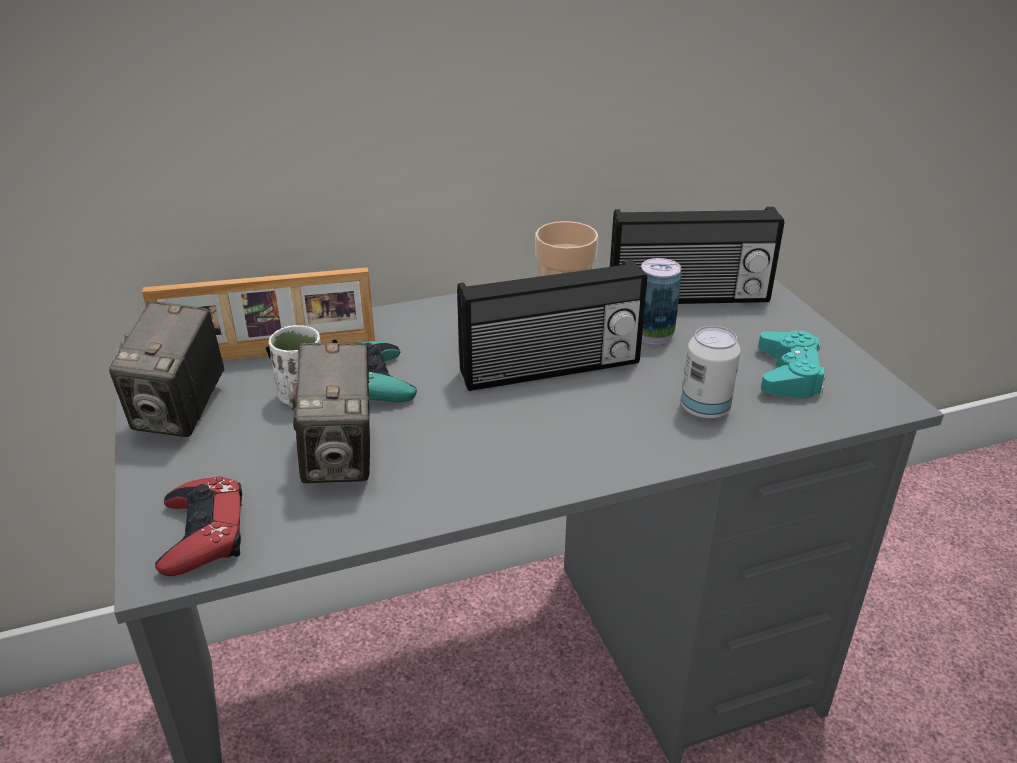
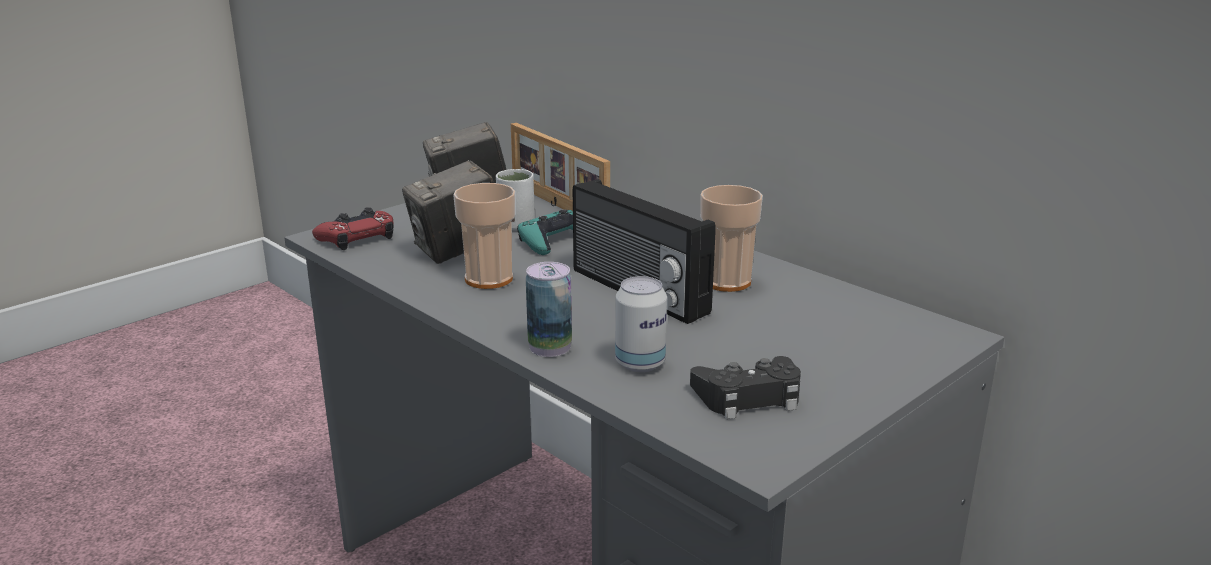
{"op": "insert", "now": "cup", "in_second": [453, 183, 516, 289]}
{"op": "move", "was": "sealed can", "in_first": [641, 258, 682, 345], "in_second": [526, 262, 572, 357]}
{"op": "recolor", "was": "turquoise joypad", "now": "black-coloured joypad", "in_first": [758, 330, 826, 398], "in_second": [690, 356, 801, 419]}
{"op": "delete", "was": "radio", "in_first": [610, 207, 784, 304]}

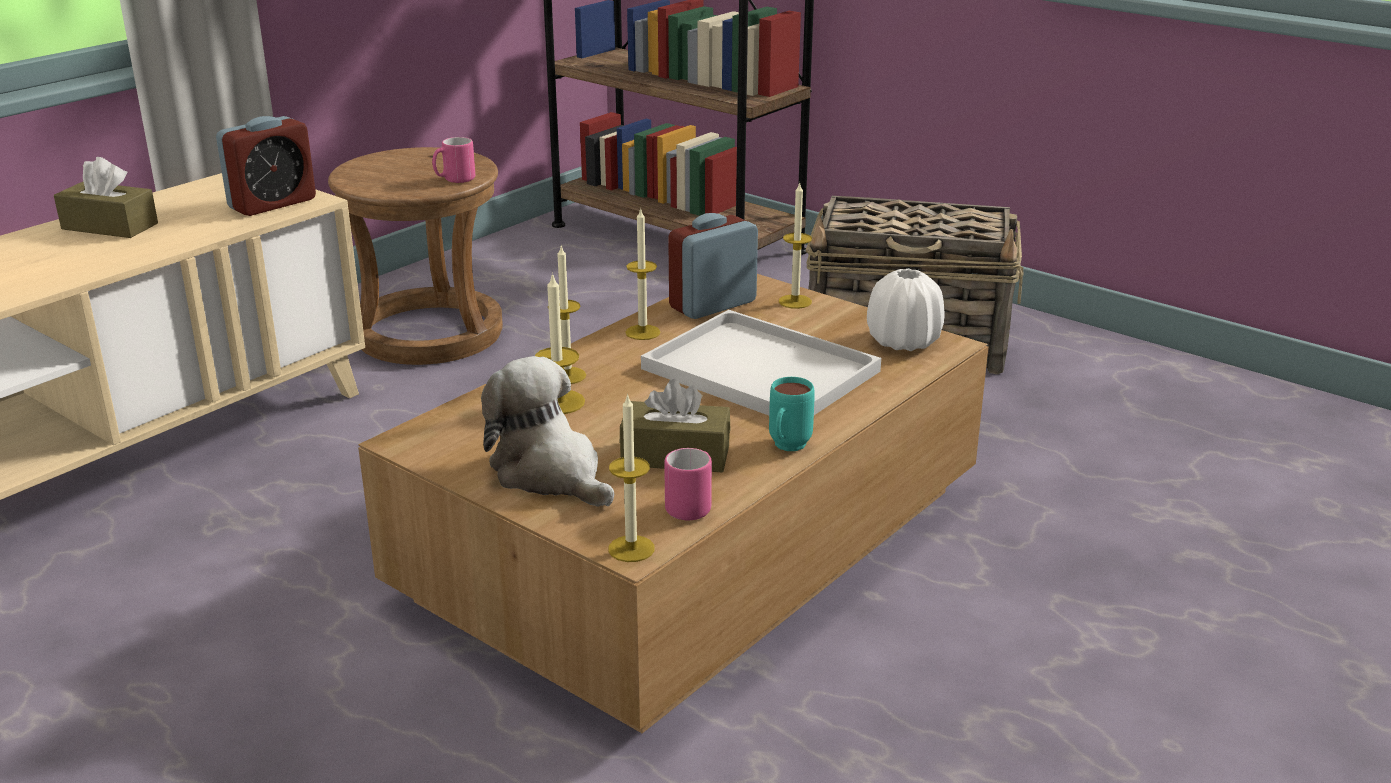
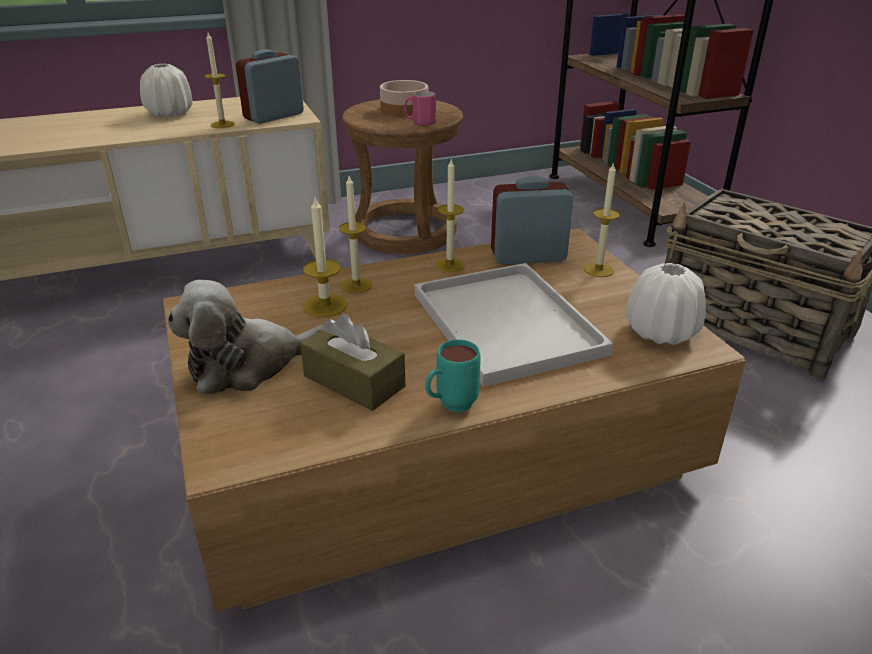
{"op": "replace", "was": "brown-coloured box of tissues", "now": "white decorative vase", "in_first": [54, 157, 158, 238], "in_second": [140, 64, 192, 117]}
{"op": "rotate", "was": "plush toy", "in_first": [481, 356, 614, 507], "in_second": [167, 280, 323, 395], "clockwise": -105}
{"op": "move", "was": "wax candle", "in_first": [608, 393, 655, 562], "in_second": [204, 33, 235, 128]}
{"op": "rotate", "was": "table clock", "in_first": [216, 116, 316, 216], "in_second": [236, 49, 304, 124], "clockwise": 150}
{"op": "insert", "now": "bowl", "in_second": [380, 80, 428, 116]}
{"op": "delete", "was": "pink tea mug", "in_first": [664, 448, 712, 520]}

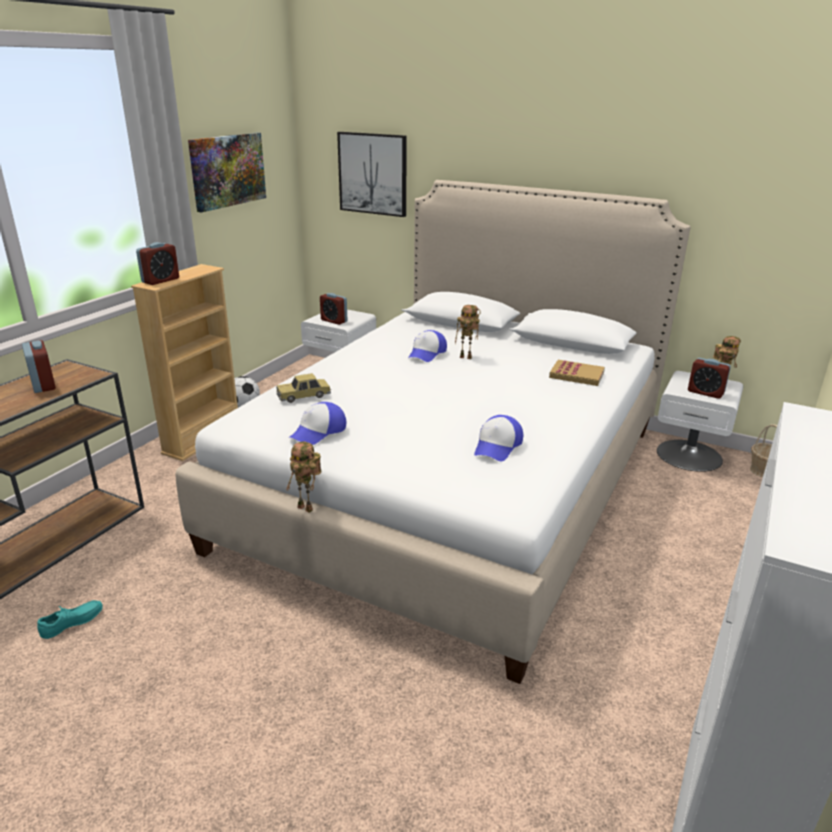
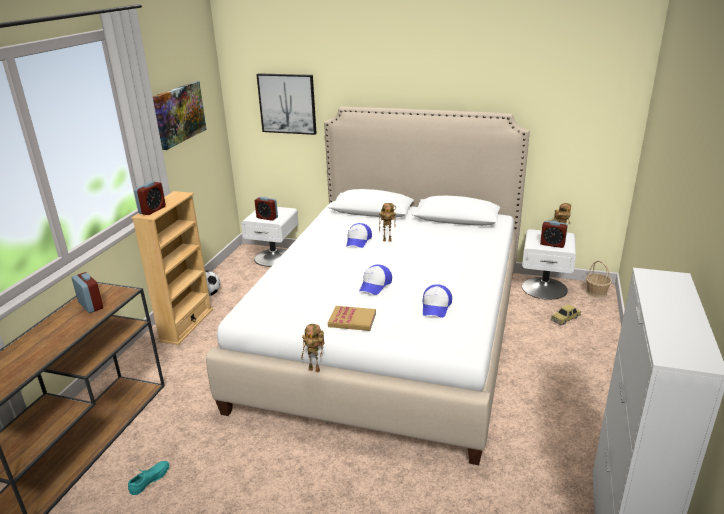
{"op": "move", "was": "bound book", "in_first": [549, 360, 605, 386], "in_second": [328, 306, 376, 331]}
{"op": "move", "was": "cap", "in_first": [290, 402, 346, 445], "in_second": [359, 265, 392, 295]}
{"op": "move", "was": "miniature car", "in_first": [276, 373, 331, 403], "in_second": [551, 304, 581, 325]}

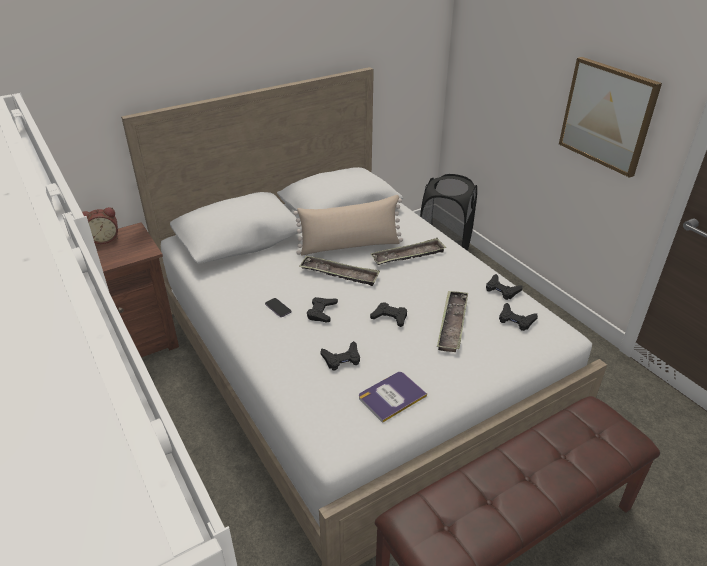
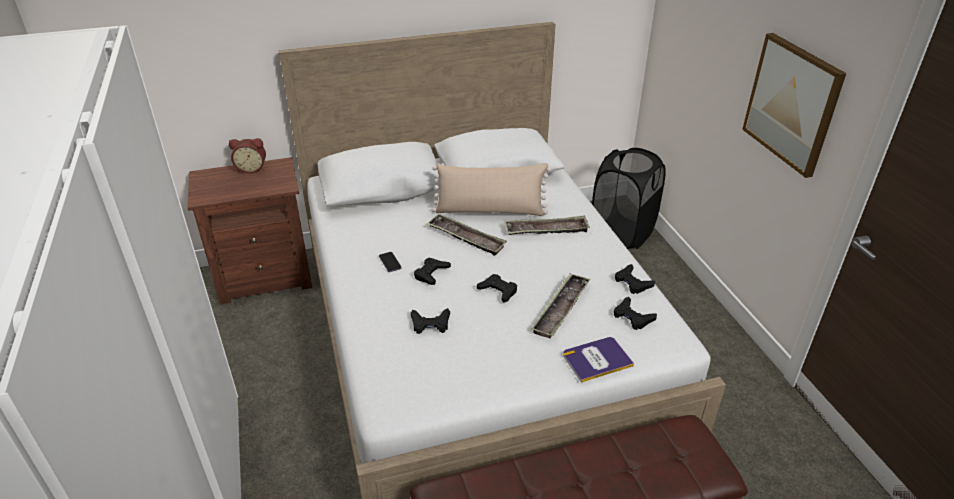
{"op": "move", "was": "bound book", "in_first": [359, 372, 427, 423], "in_second": [563, 337, 634, 383]}

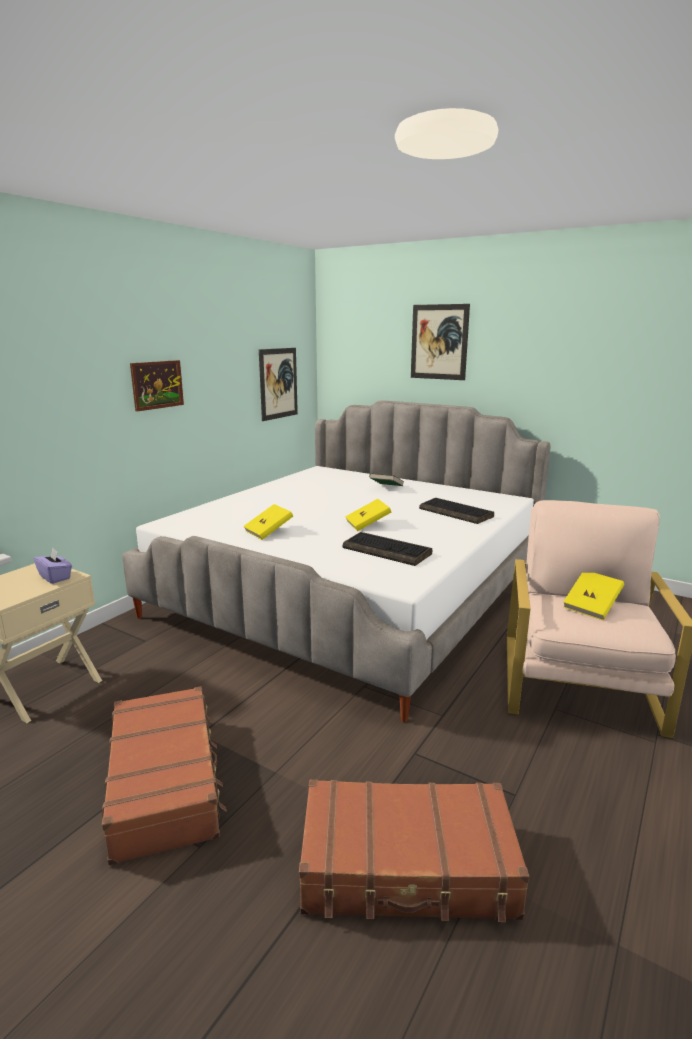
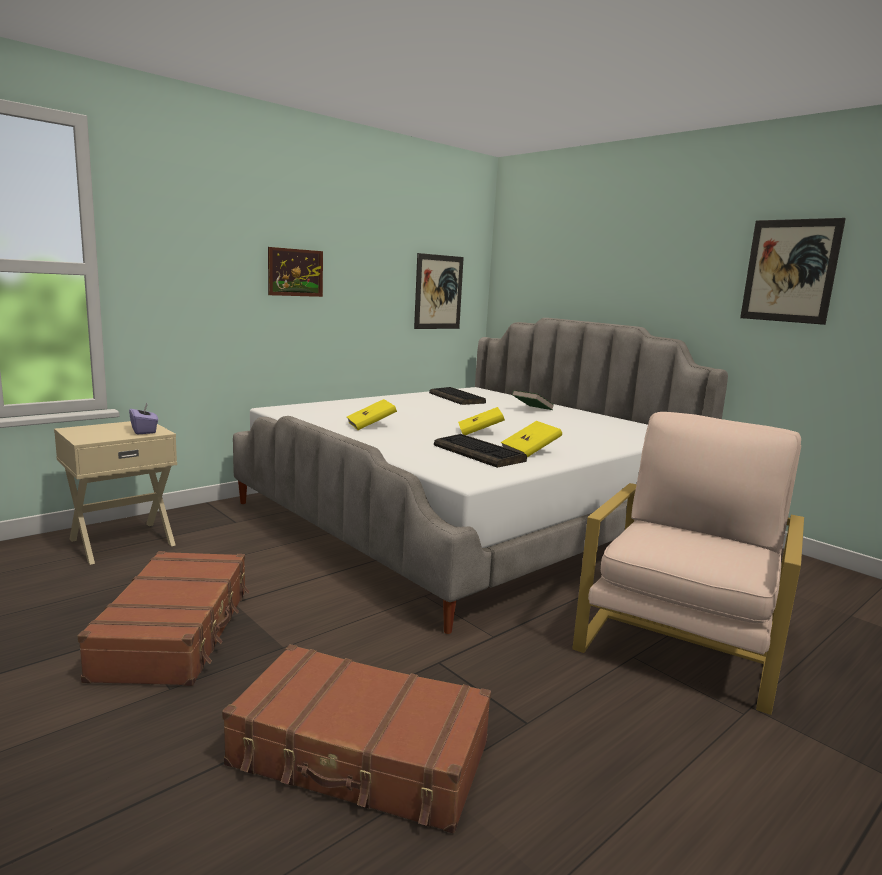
{"op": "move", "was": "keyboard", "in_first": [419, 498, 494, 524], "in_second": [429, 387, 486, 405]}
{"op": "move", "was": "yellow bound book", "in_first": [563, 573, 624, 620], "in_second": [501, 421, 562, 457]}
{"op": "move", "was": "wall art", "in_first": [411, 304, 470, 380], "in_second": [740, 218, 846, 325]}

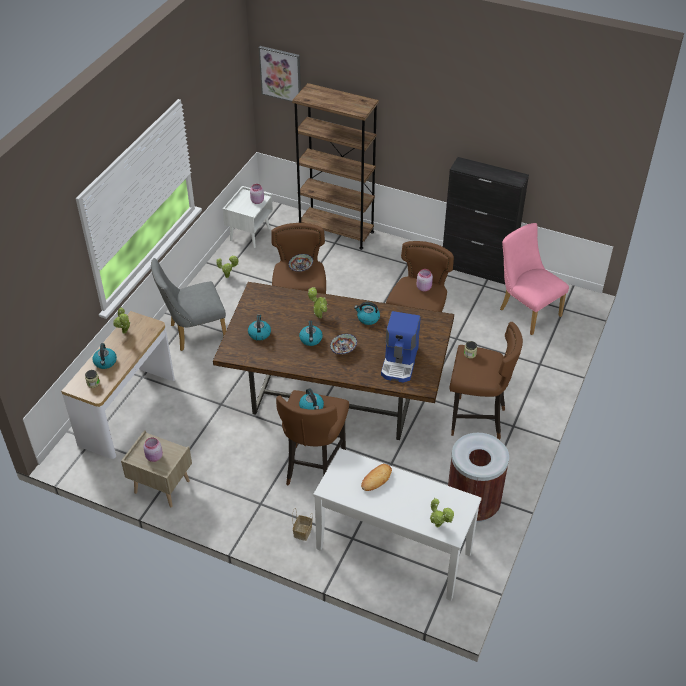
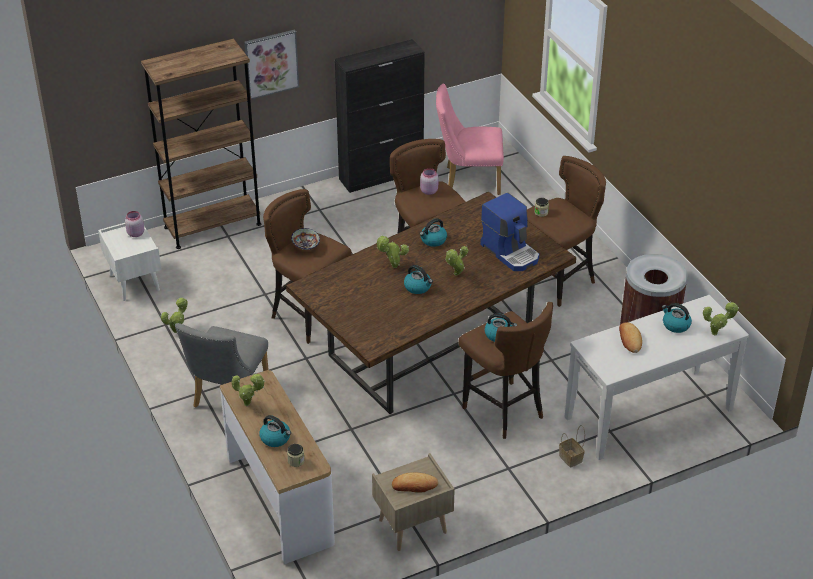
{"op": "move", "was": "wall art", "in_first": [259, 46, 301, 102], "in_second": [244, 30, 299, 99]}
{"op": "replace", "was": "pink jar", "now": "bread", "in_first": [143, 437, 163, 462], "in_second": [392, 472, 439, 493]}
{"op": "replace", "was": "bowl", "now": "potted plant", "in_first": [330, 334, 357, 354], "in_second": [446, 246, 468, 275]}
{"op": "move", "was": "kettle", "in_first": [248, 314, 271, 341], "in_second": [662, 303, 692, 333]}

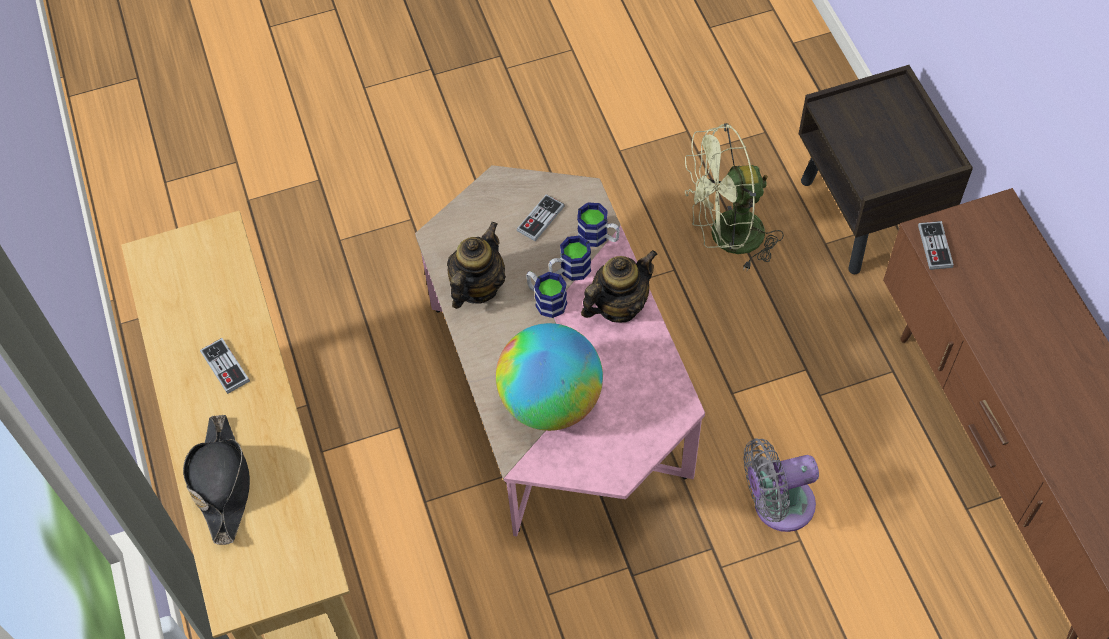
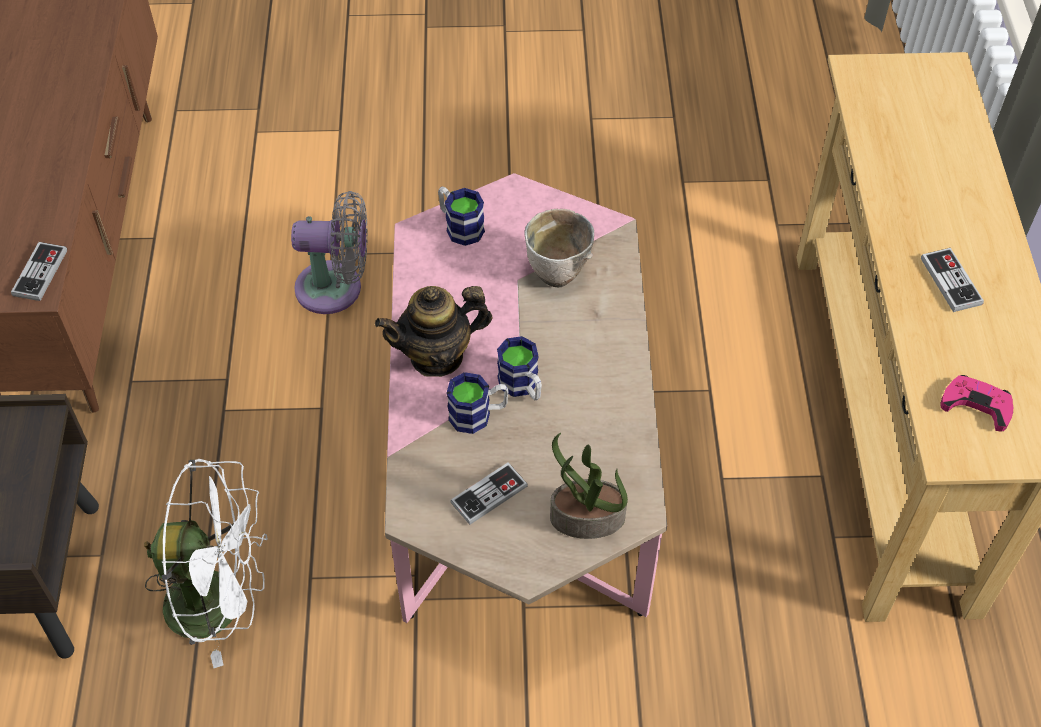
{"op": "recolor", "was": "green-coloured fan", "now": "white fan", "in_first": [685, 123, 784, 270], "in_second": [144, 459, 268, 668]}
{"op": "move", "was": "tea mug", "in_first": [577, 202, 620, 247], "in_second": [438, 186, 485, 246]}
{"op": "replace", "was": "world globe", "now": "bowl", "in_first": [496, 323, 603, 431], "in_second": [524, 209, 594, 287]}
{"op": "insert", "now": "potted plant", "in_second": [550, 433, 628, 539]}
{"op": "insert", "now": "pink joypad", "in_second": [940, 375, 1013, 432]}
{"op": "delete", "was": "black-coloured wearable hat", "in_first": [183, 415, 250, 545]}
{"op": "delete", "was": "tea pot", "in_first": [447, 222, 506, 309]}

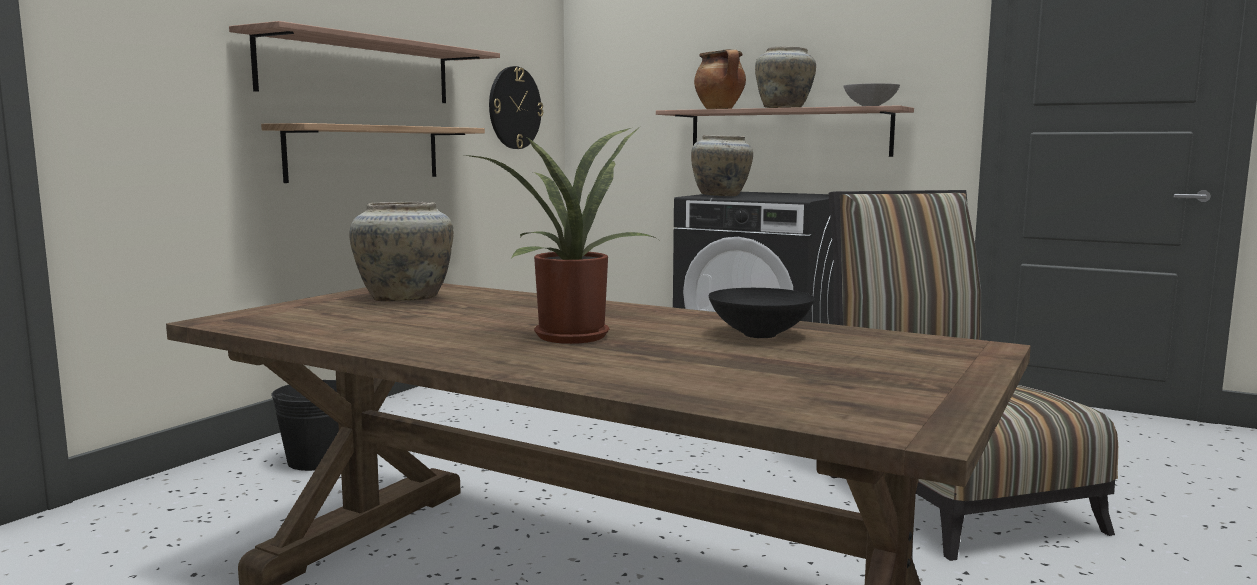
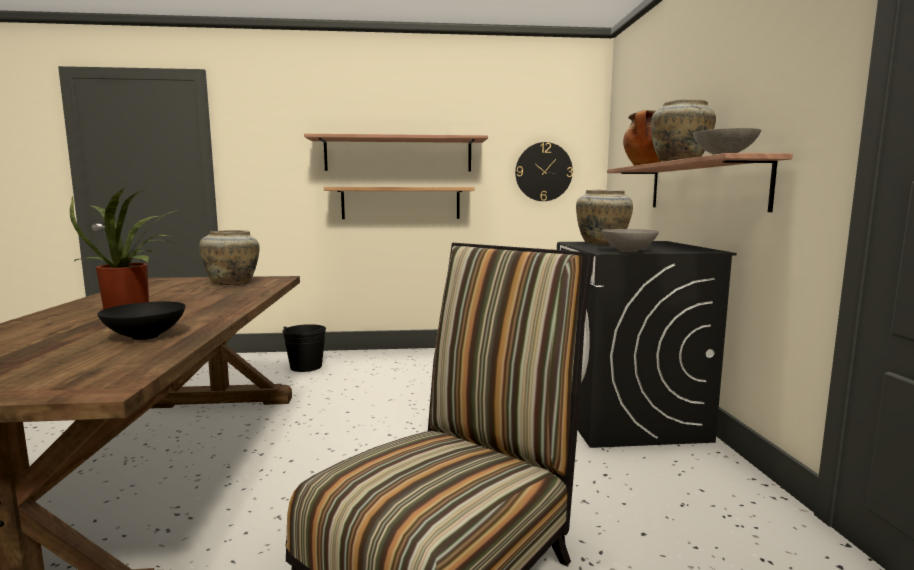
{"op": "insert", "now": "gray bowl", "in_second": [601, 229, 659, 252]}

